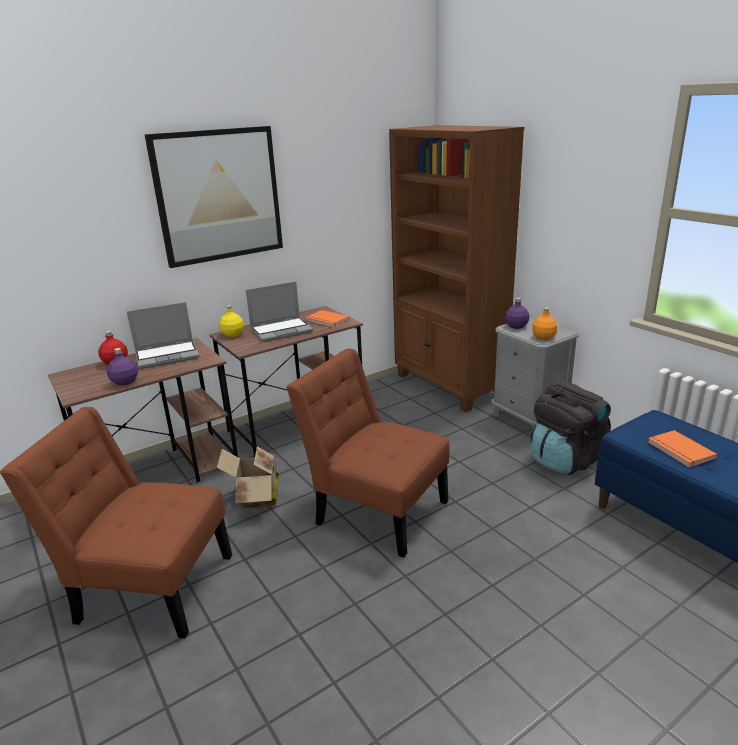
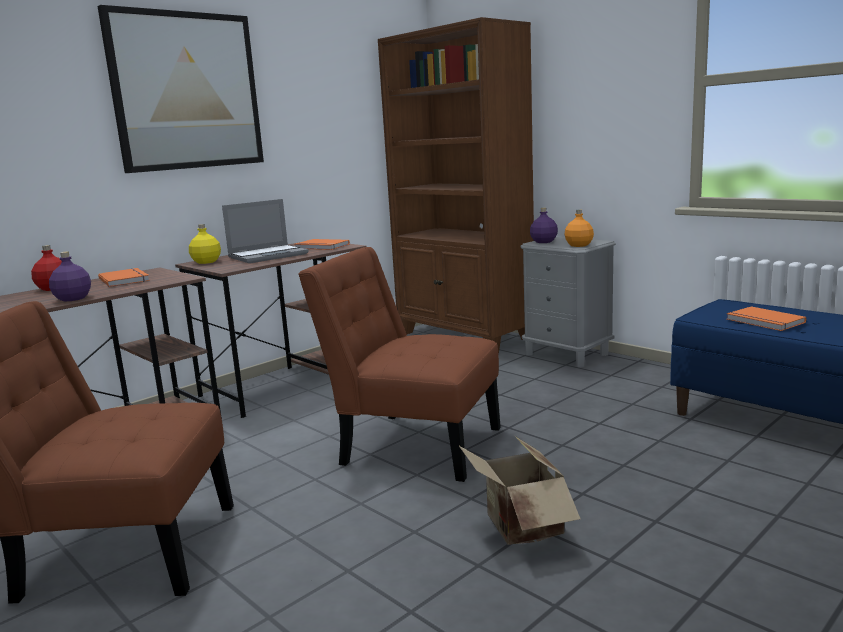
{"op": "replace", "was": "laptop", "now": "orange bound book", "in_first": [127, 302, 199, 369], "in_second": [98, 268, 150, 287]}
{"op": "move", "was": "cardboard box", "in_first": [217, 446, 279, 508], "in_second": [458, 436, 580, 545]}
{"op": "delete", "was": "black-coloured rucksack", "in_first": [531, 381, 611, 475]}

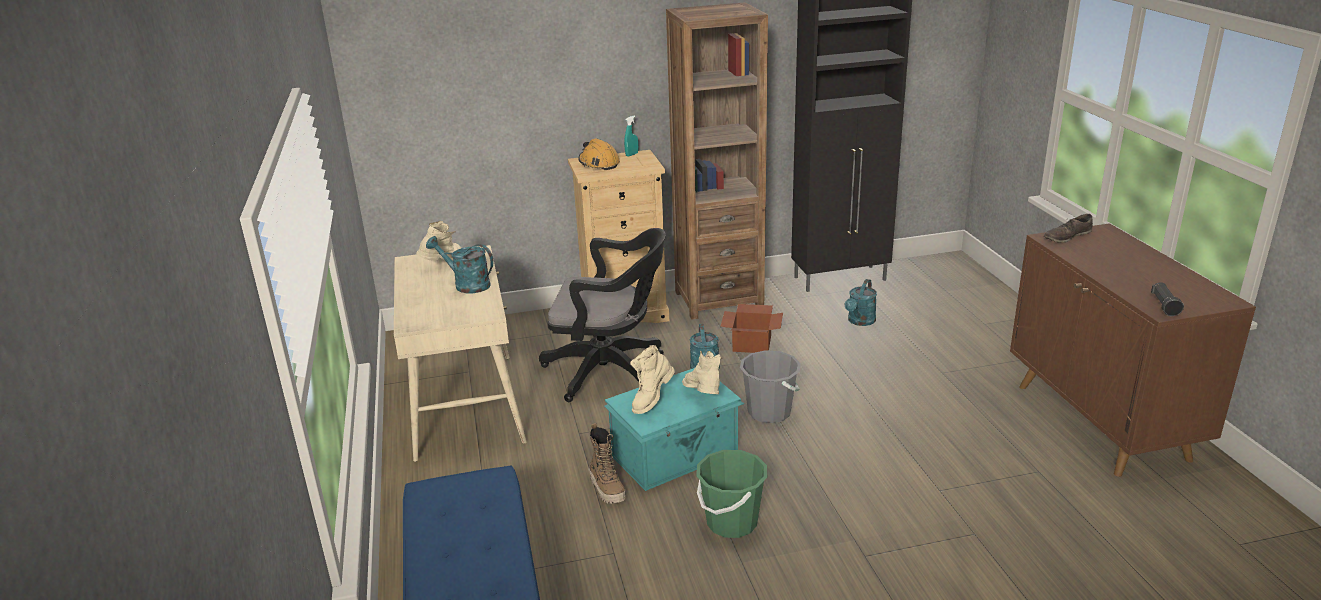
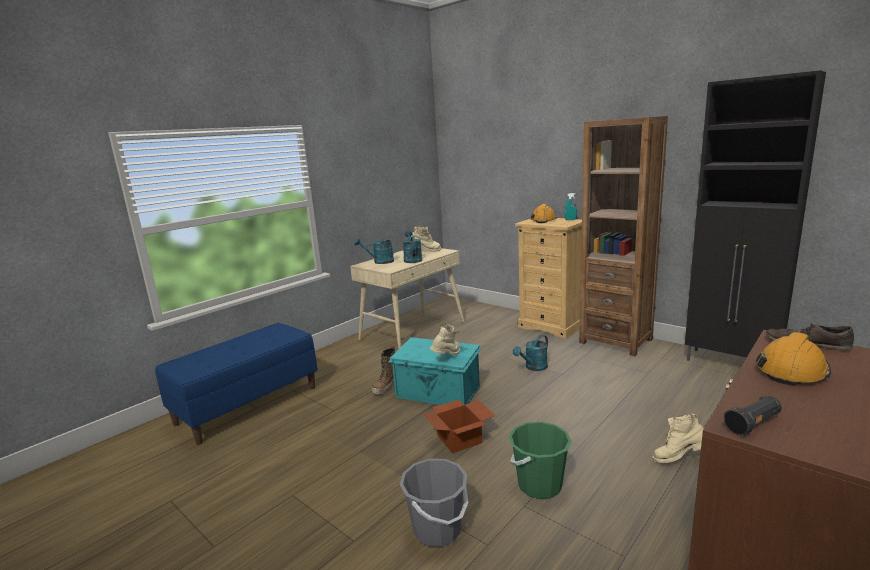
{"op": "move", "was": "turquoise sprinkling can", "in_first": [845, 279, 877, 326], "in_second": [354, 235, 398, 264]}
{"op": "move", "was": "gray bucket", "in_first": [740, 350, 801, 423], "in_second": [400, 459, 468, 547]}
{"op": "move", "was": "cardboard box", "in_first": [720, 304, 783, 353], "in_second": [423, 400, 496, 453]}
{"op": "move", "was": "green-coloured bucket", "in_first": [696, 450, 767, 538], "in_second": [509, 422, 572, 499]}
{"op": "move", "was": "beige boot", "in_first": [630, 345, 675, 414], "in_second": [653, 414, 704, 463]}
{"op": "insert", "now": "orange hard hat", "in_second": [756, 332, 831, 386]}
{"op": "delete", "was": "black-coloured computer chair", "in_first": [539, 228, 666, 402]}

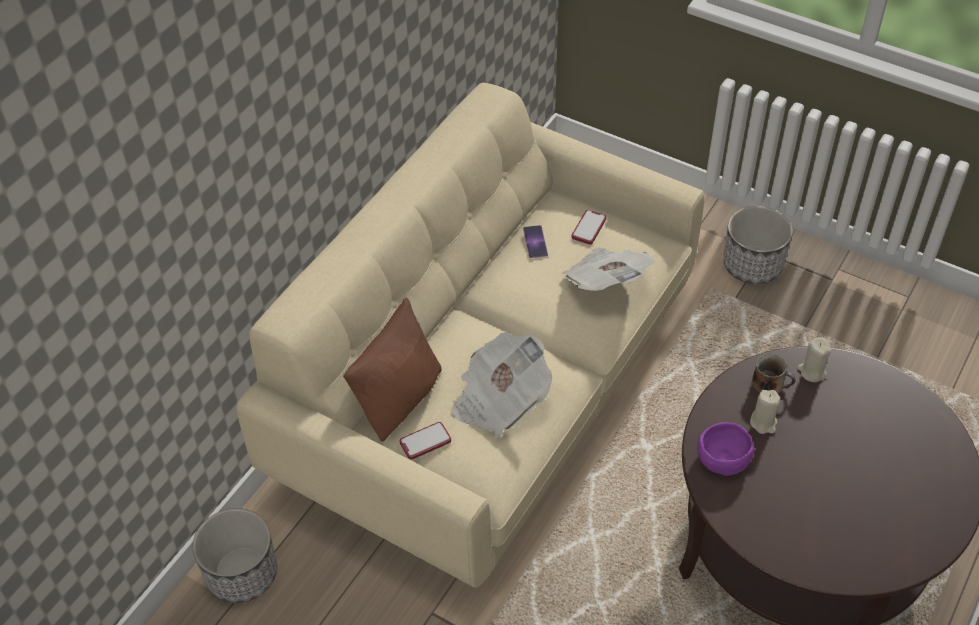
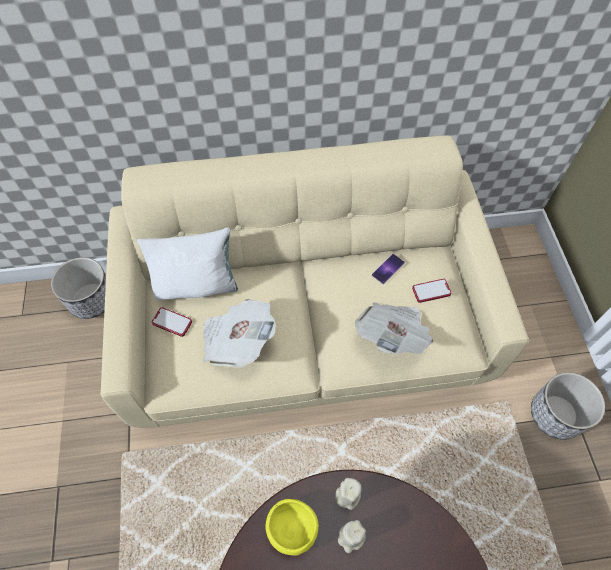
{"op": "recolor", "was": "brown-coloured cushion", "now": "white cushion", "in_first": [343, 298, 442, 442], "in_second": [137, 227, 238, 300]}
{"op": "recolor", "was": "purplish bowl", "now": "yellow bowl", "in_first": [697, 422, 754, 476], "in_second": [266, 499, 319, 556]}
{"op": "move", "was": "beige wax candle", "in_first": [797, 337, 831, 382], "in_second": [335, 478, 361, 510]}
{"op": "delete", "was": "tea mug", "in_first": [752, 354, 796, 394]}

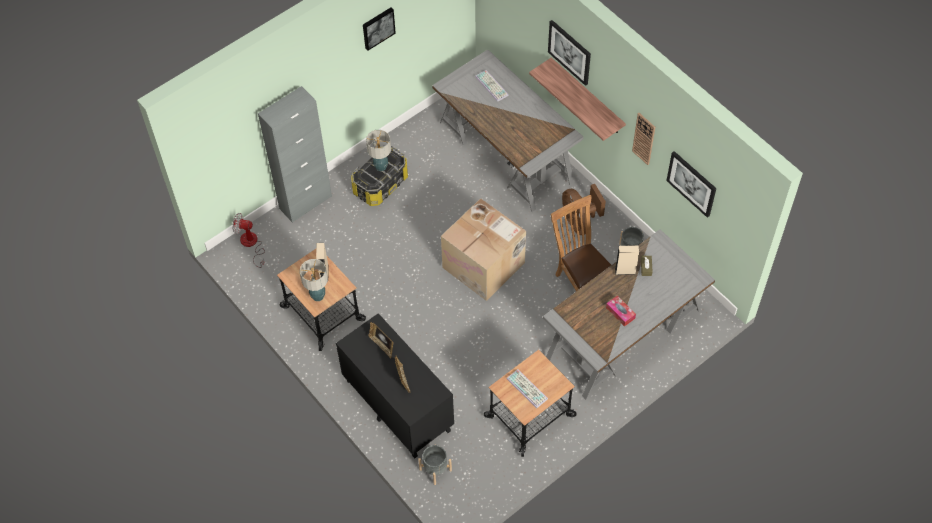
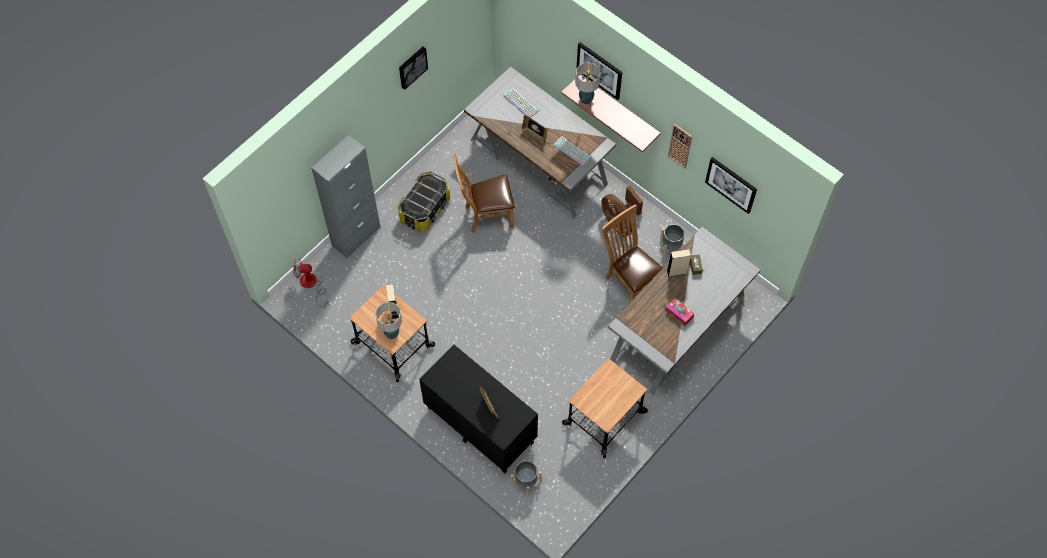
{"op": "insert", "now": "brown-coloured plain chair", "in_second": [453, 153, 515, 233]}
{"op": "move", "was": "standing frame", "in_first": [369, 322, 394, 359], "in_second": [521, 115, 547, 144]}
{"op": "move", "was": "keyboard", "in_first": [507, 369, 548, 408], "in_second": [553, 136, 591, 166]}
{"op": "move", "was": "lamp for a table", "in_first": [366, 130, 391, 171], "in_second": [575, 62, 601, 104]}
{"op": "delete", "was": "cardboard box", "in_first": [441, 198, 526, 301]}

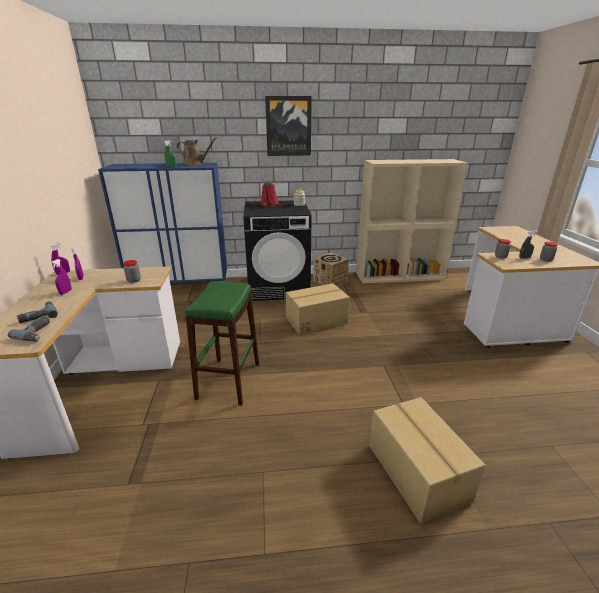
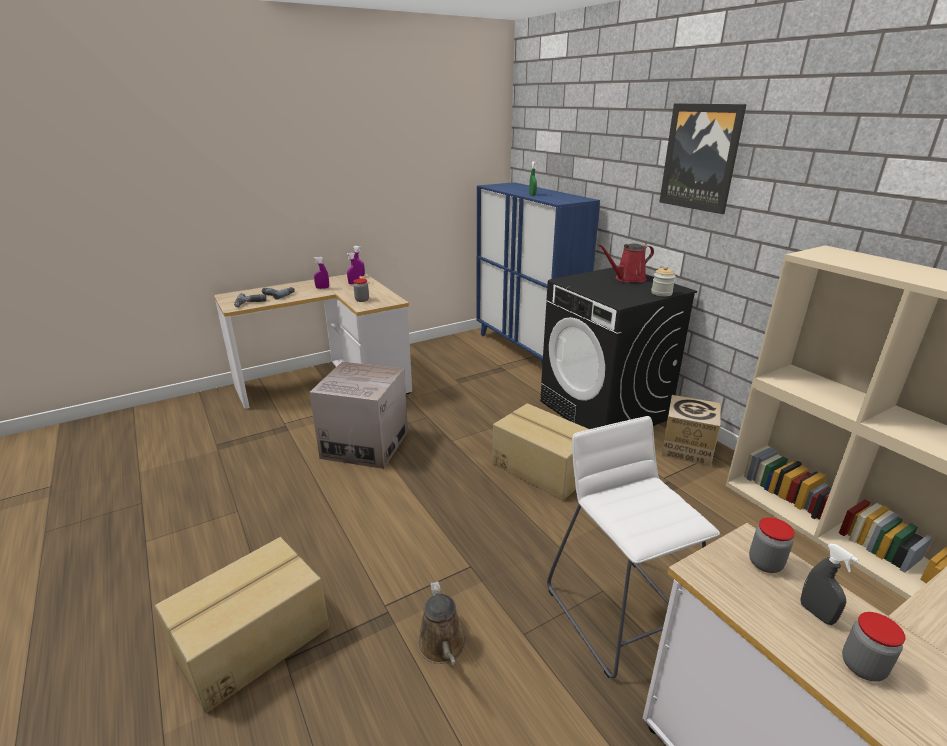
{"op": "replace", "was": "green-coloured stool", "now": "cardboard box", "in_first": [185, 281, 259, 405], "in_second": [309, 362, 408, 469]}
{"op": "move", "was": "brown-coloured sprinkling can", "in_first": [177, 138, 217, 166], "in_second": [418, 582, 466, 665]}
{"op": "insert", "now": "white stool", "in_second": [547, 416, 720, 678]}

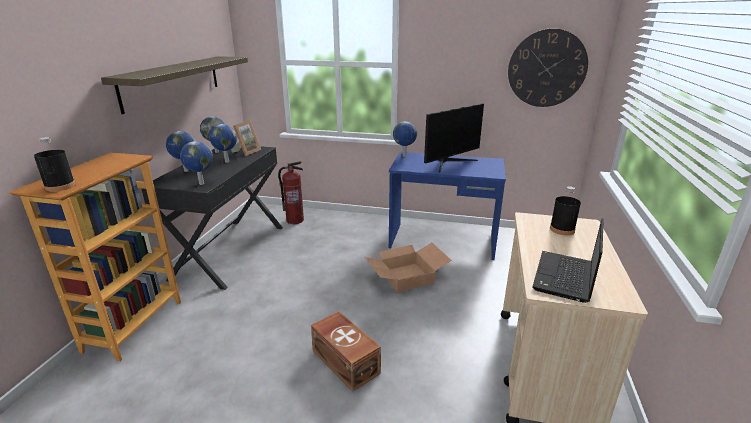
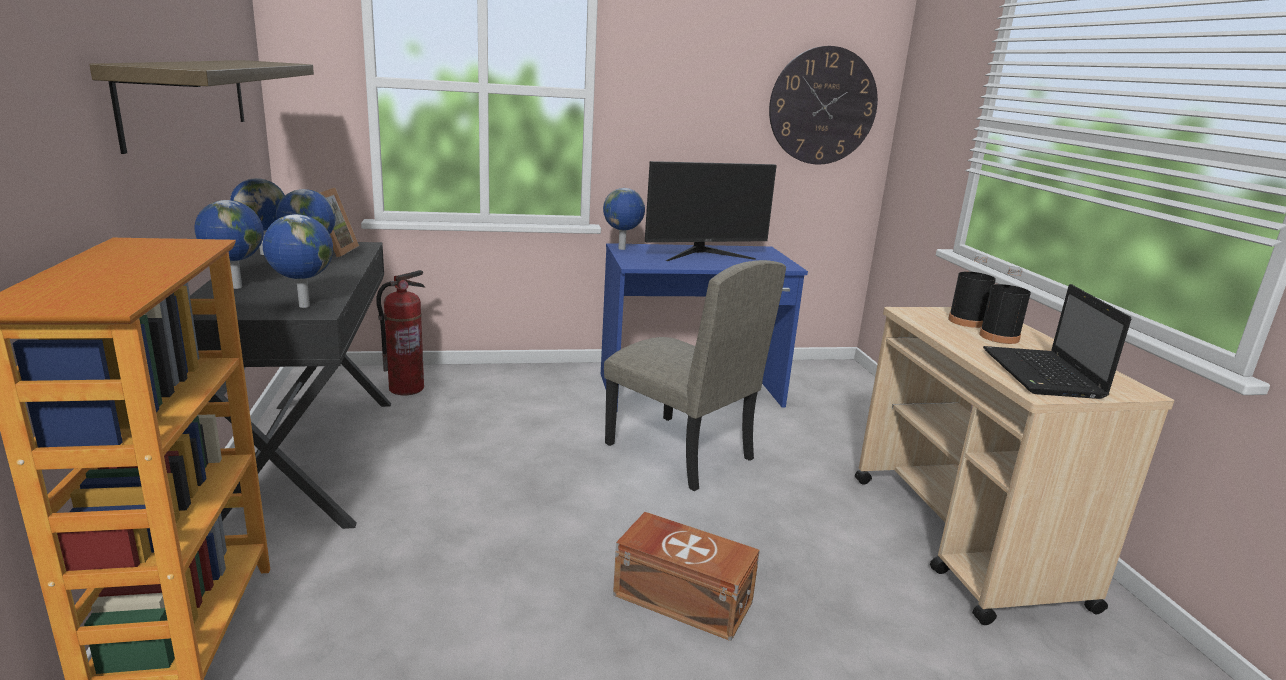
{"op": "replace", "was": "cardboard box", "now": "beige plain chair", "in_first": [365, 243, 452, 293], "in_second": [604, 260, 786, 491]}
{"op": "rotate", "was": "monitor", "in_first": [424, 103, 484, 173], "in_second": [645, 161, 777, 261], "clockwise": 45}
{"op": "move", "was": "black-coloured bottle", "in_first": [34, 137, 76, 192], "in_second": [979, 267, 1031, 344]}

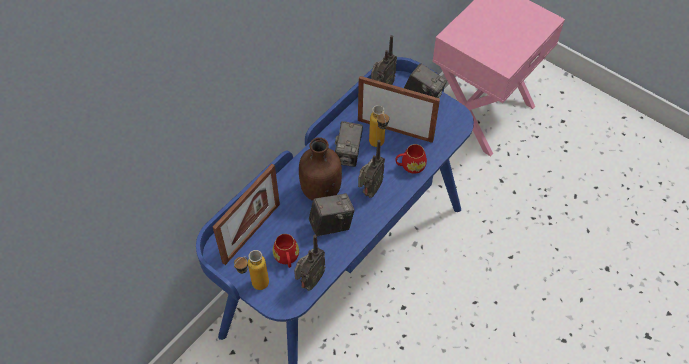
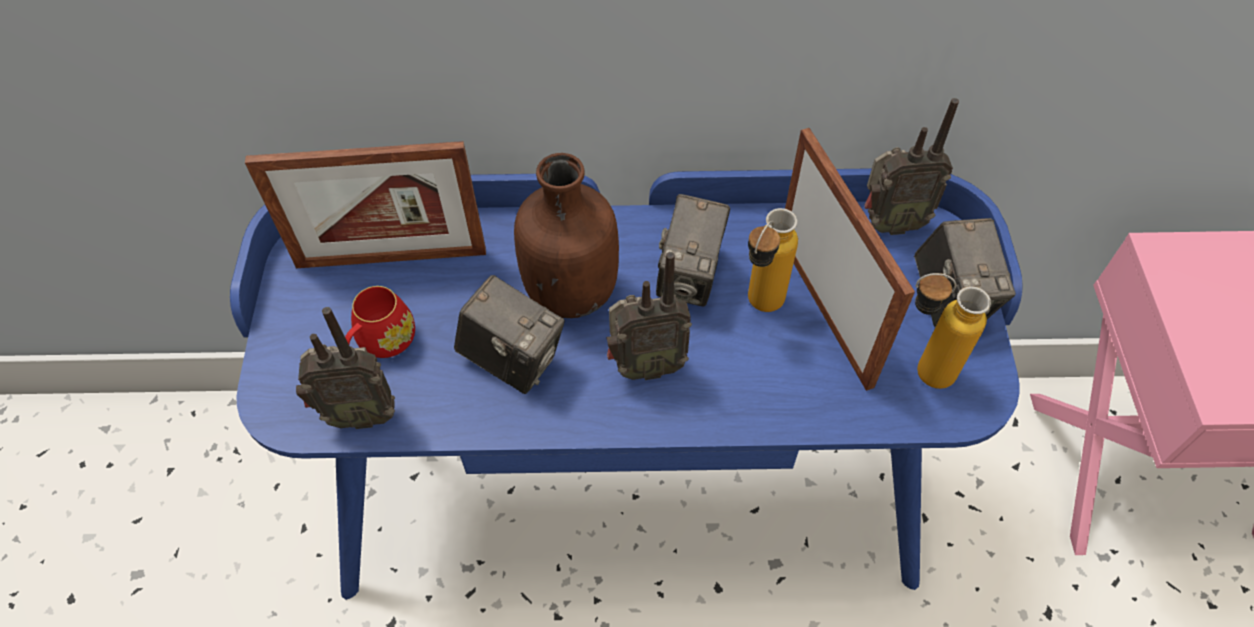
{"op": "rotate", "was": "still camera", "in_first": [335, 121, 363, 167], "in_second": [656, 194, 730, 307], "clockwise": -45}
{"op": "move", "was": "bottle", "in_first": [234, 250, 269, 290], "in_second": [915, 273, 991, 389]}
{"op": "delete", "was": "red tea mug", "in_first": [396, 144, 427, 174]}

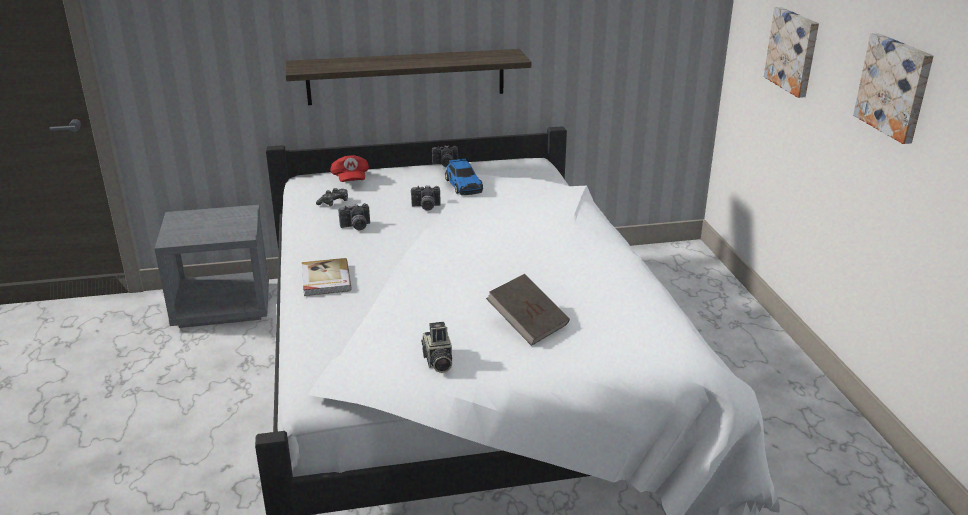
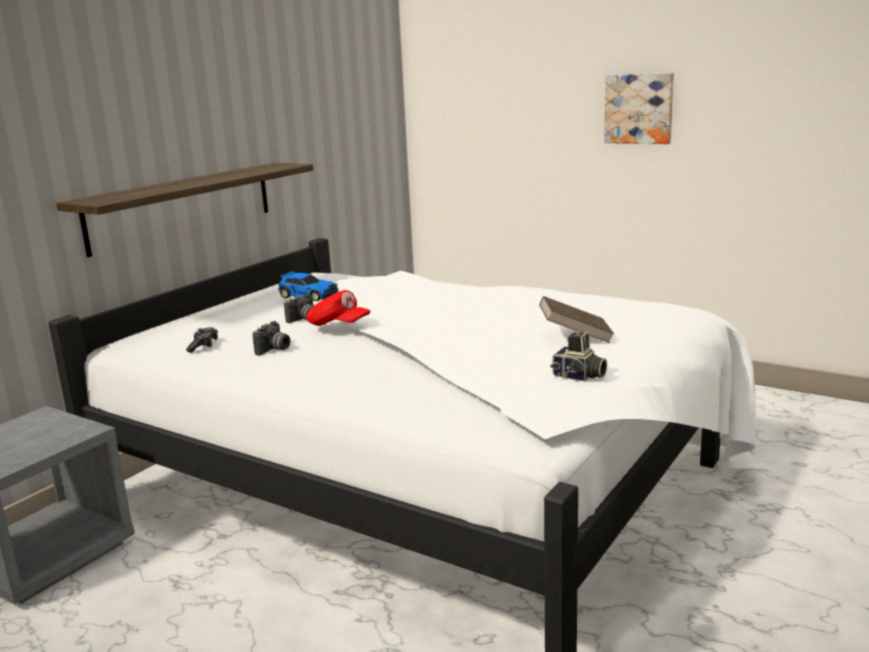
{"op": "move", "was": "red cap", "in_first": [331, 155, 369, 182], "in_second": [306, 290, 370, 326]}
{"op": "delete", "was": "bound book", "in_first": [302, 258, 352, 296]}
{"op": "delete", "was": "still camera", "in_first": [432, 145, 458, 167]}
{"op": "delete", "was": "wall art", "in_first": [764, 7, 819, 98]}

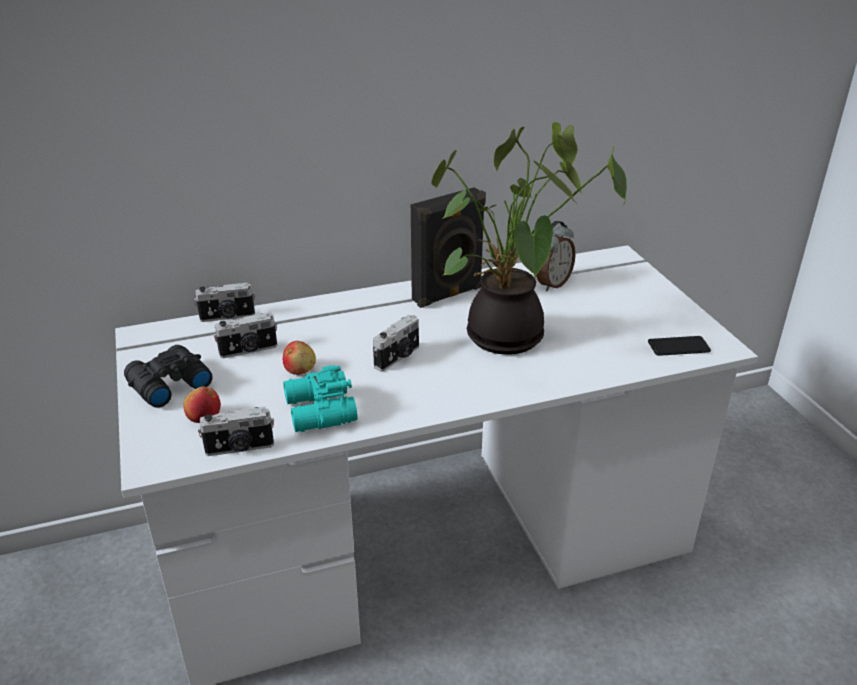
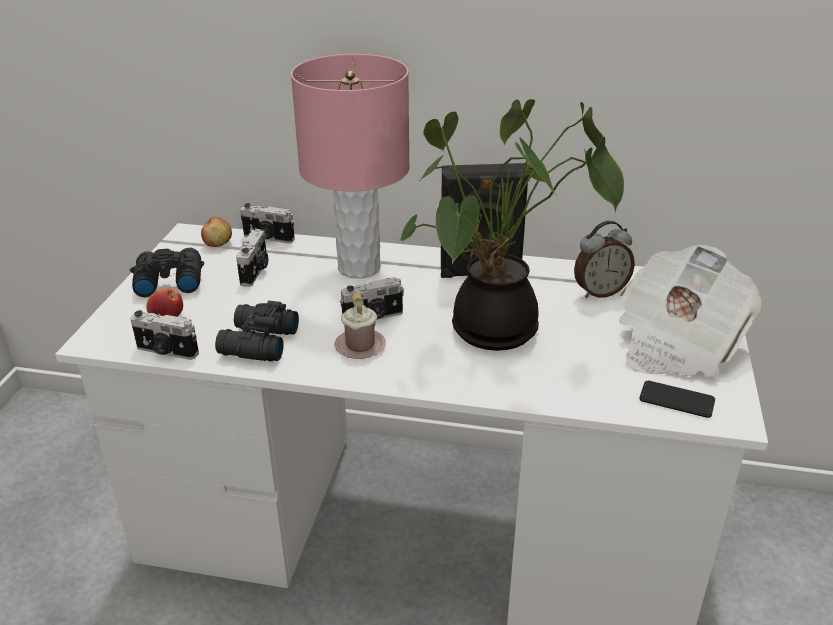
{"op": "move", "was": "whole apple", "in_first": [283, 341, 316, 375], "in_second": [201, 217, 232, 247]}
{"op": "recolor", "was": "turquoise pair of binoculars", "now": "black-coloured pair of binoculars", "in_first": [283, 365, 358, 432], "in_second": [215, 301, 299, 361]}
{"op": "rotate", "was": "still camera", "in_first": [214, 312, 277, 358], "in_second": [236, 229, 268, 287], "clockwise": -90}
{"op": "insert", "now": "pink lamp for a table", "in_second": [291, 54, 410, 279]}
{"op": "insert", "now": "pink tea mug", "in_second": [334, 294, 386, 359]}
{"op": "insert", "now": "daily paper", "in_second": [619, 245, 762, 377]}

